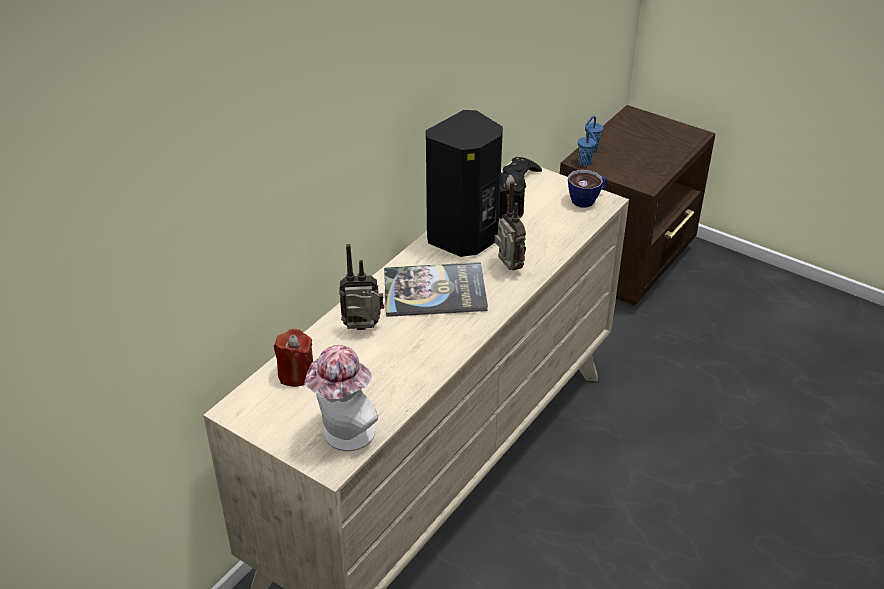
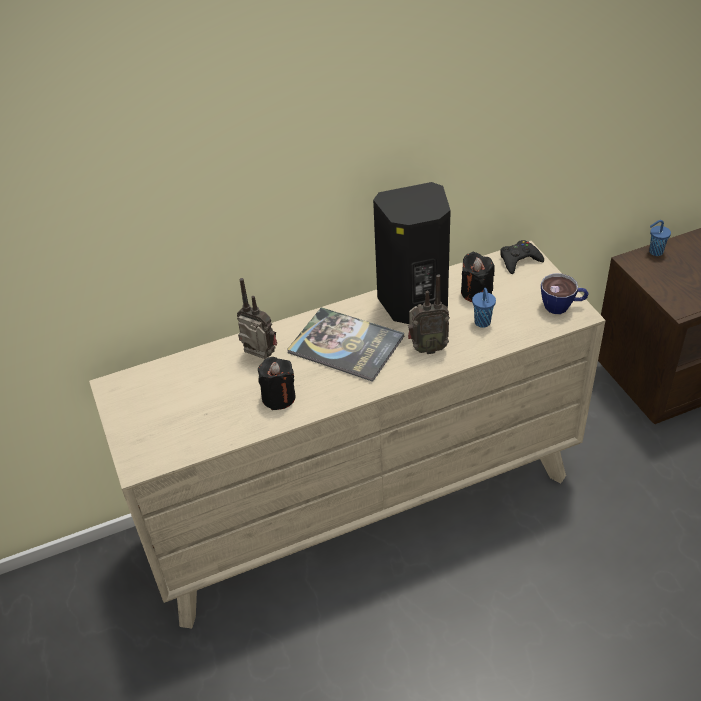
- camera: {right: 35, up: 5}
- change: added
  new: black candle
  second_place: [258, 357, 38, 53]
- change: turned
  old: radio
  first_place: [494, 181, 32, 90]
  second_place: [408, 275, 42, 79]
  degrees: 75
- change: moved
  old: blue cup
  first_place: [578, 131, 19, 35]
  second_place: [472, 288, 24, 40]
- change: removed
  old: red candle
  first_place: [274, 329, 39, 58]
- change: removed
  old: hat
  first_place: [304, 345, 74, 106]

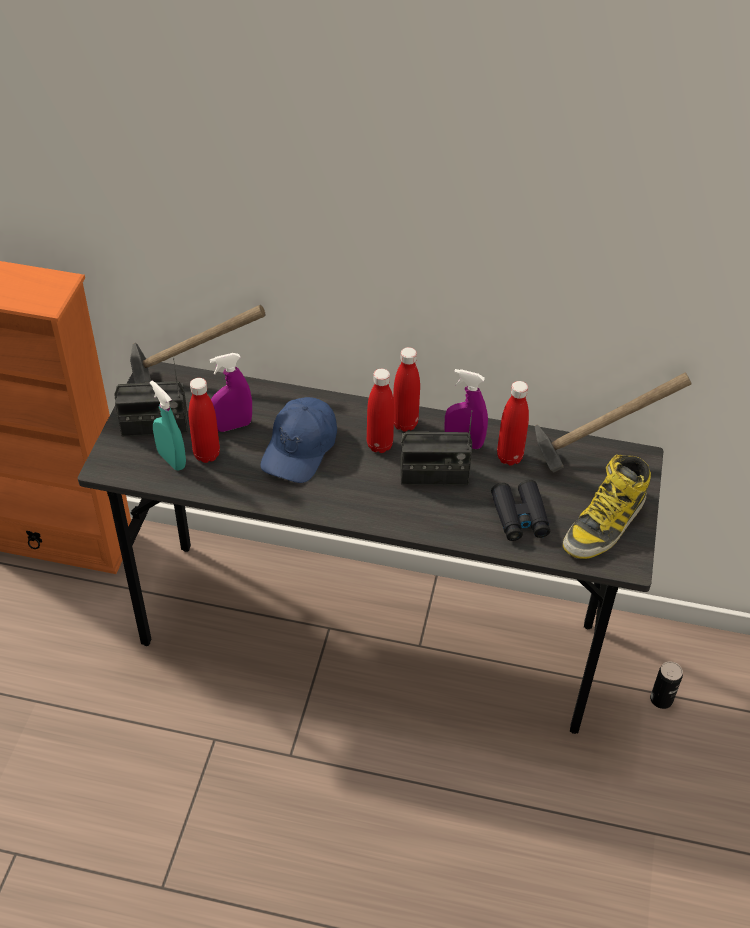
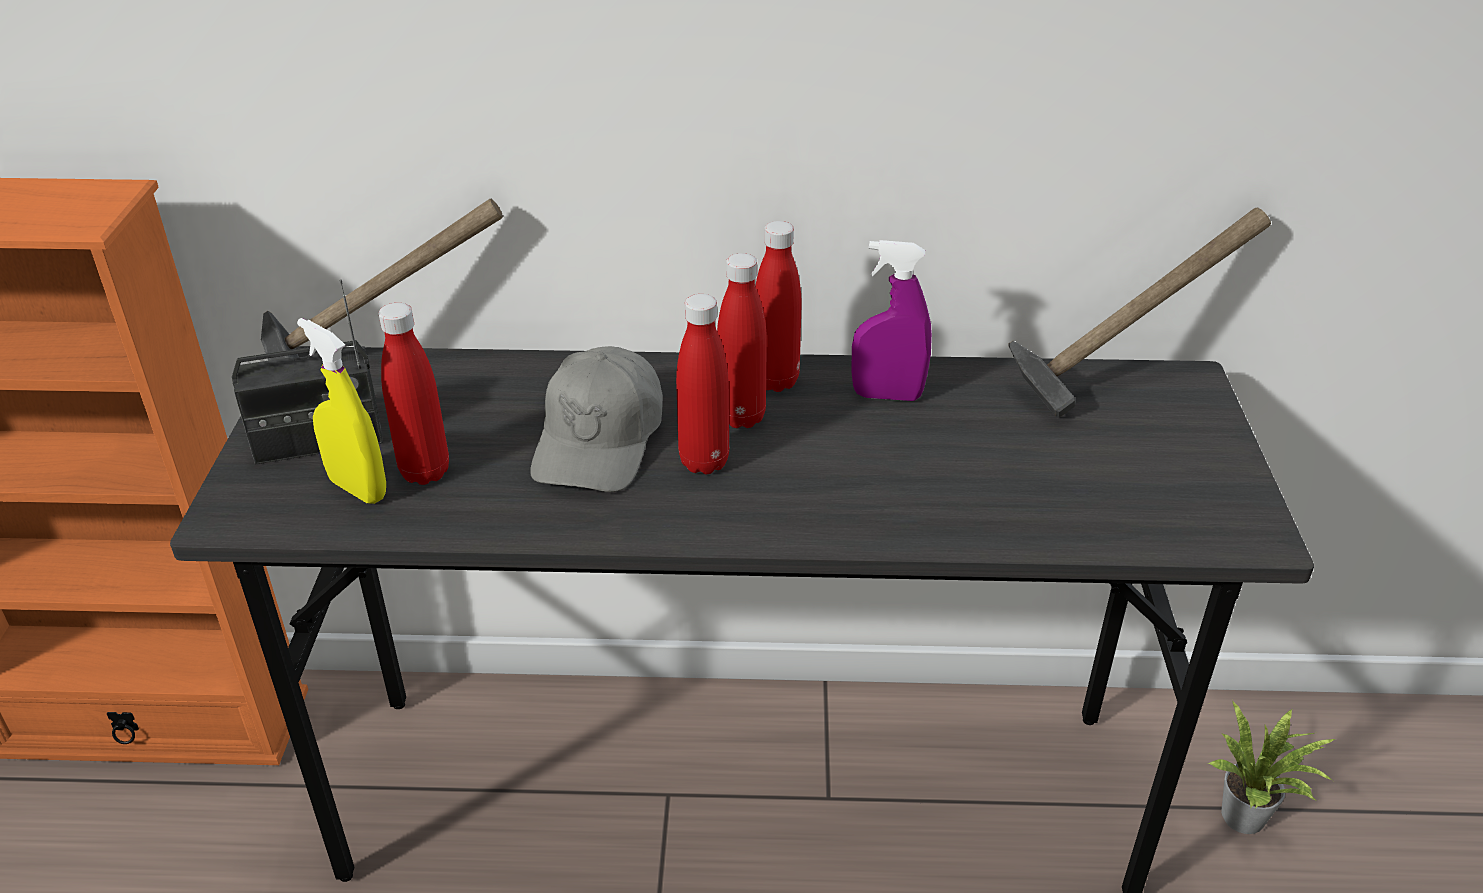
- camera: {right: -10, up: -10}
- change: recoloured
  old: turquoise spray bottle
  new: yellow spray bottle
  first_place: [150, 381, 36, 89]
  second_place: [297, 318, 89, 186]
- change: recoloured
  old: blue cap
  new: grey cap
  first_place: [260, 397, 77, 86]
  second_place: [530, 346, 133, 146]
- change: moved
  old: red bottle
  first_place: [497, 381, 32, 85]
  second_place: [676, 294, 53, 180]
- change: replaced
  old: can
  new: potted plant
  first_place: [650, 661, 33, 48]
  second_place: [1207, 699, 129, 135]
- change: removed
  old: purple spray bottle
  first_place: [210, 353, 42, 79]
- change: removed
  old: radio
  first_place: [400, 410, 73, 75]
- change: removed
  old: black binoculars
  first_place: [491, 480, 59, 61]
- change: removed
  old: boot
  first_place: [563, 455, 88, 104]

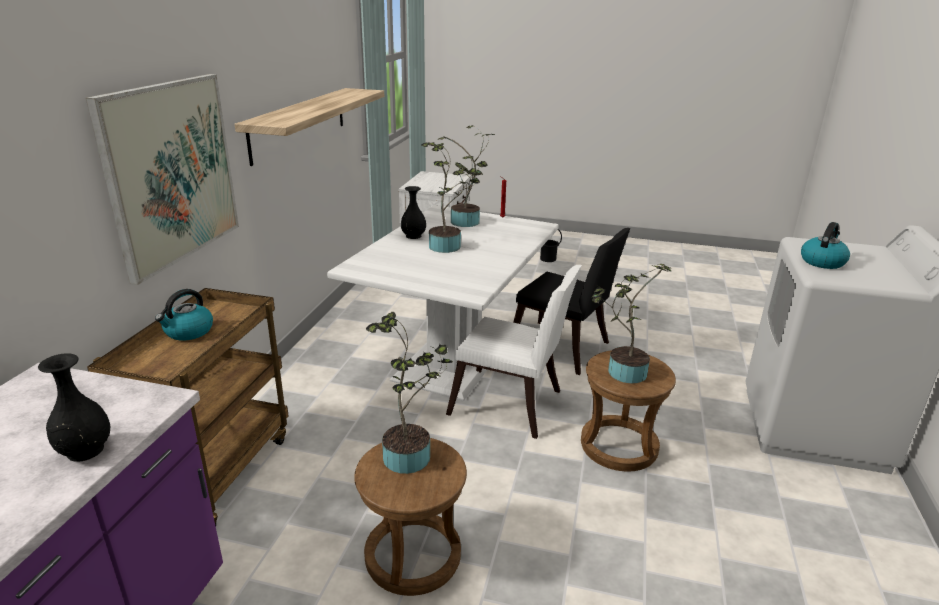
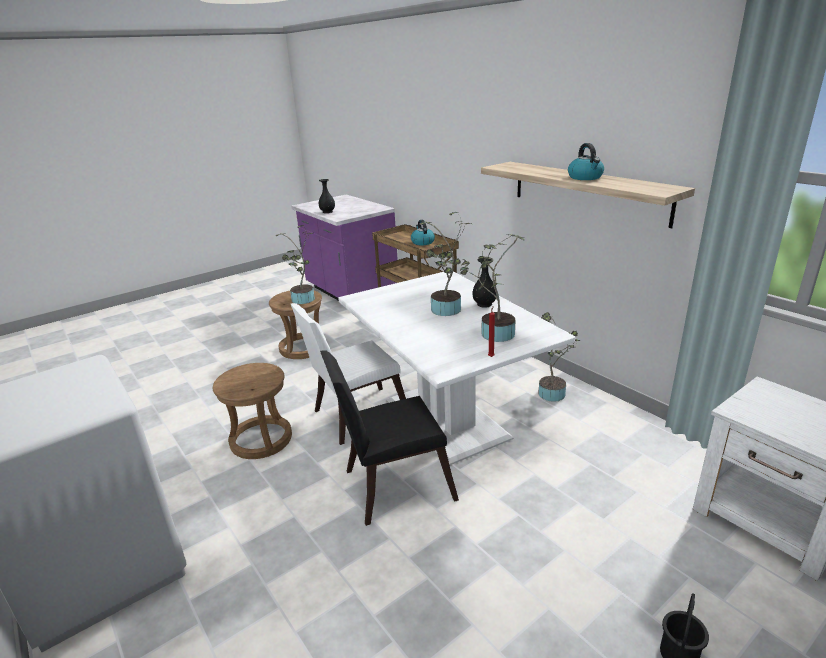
- camera: {right: 130, up: 0}
- change: moved
  old: potted plant
  first_place: [592, 264, 80, 119]
  second_place: [539, 312, 41, 90]
- change: moved
  old: kettle
  first_place: [801, 222, 49, 47]
  second_place: [568, 143, 36, 37]
- change: removed
  old: picture
  first_place: [86, 74, 153, 211]

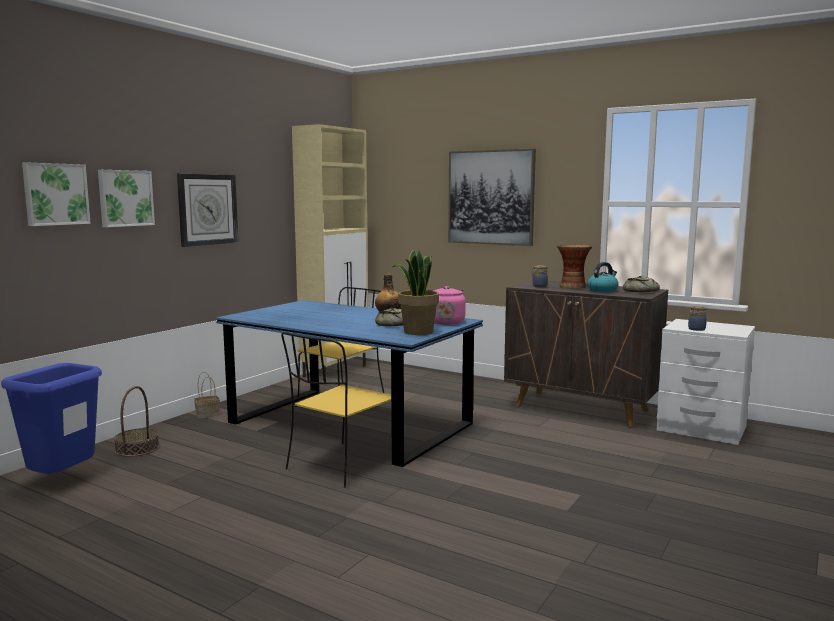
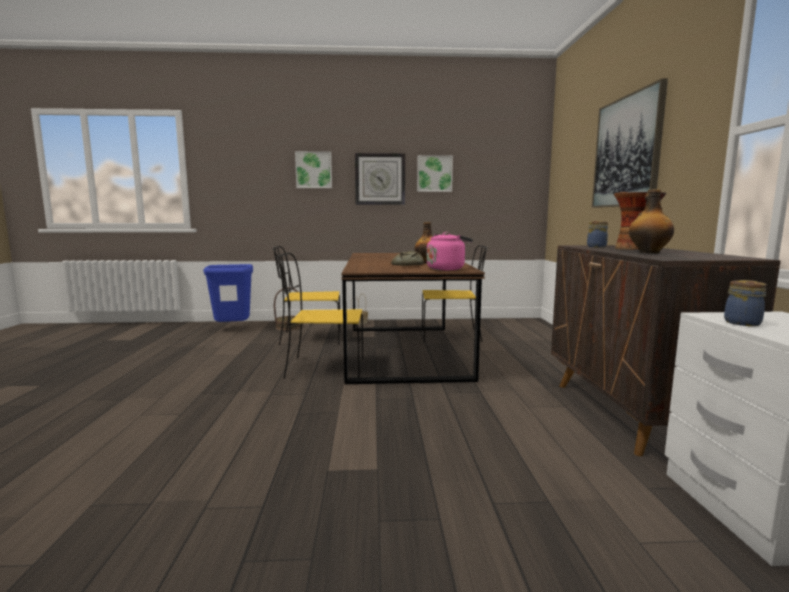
- camera: {right: 55, up: 0}
- change: added
  new: yellow chair
  second_place: [273, 246, 68, 99]
- change: recoloured
  old: blue dining table
  new: brown dining table
  first_place: [216, 300, 267, 167]
  second_place: [341, 253, 144, 131]
- change: moved
  old: picture
  first_place: [22, 162, 69, 64]
  second_place: [417, 155, 36, 37]
- change: replaced
  old: kettle
  new: bottle
  first_place: [587, 262, 32, 31]
  second_place: [629, 189, 45, 65]
- change: removed
  old: beige cabinet
  first_place: [292, 124, 77, 257]
- change: removed
  old: potted plant
  first_place: [393, 250, 46, 85]
- change: removed
  old: bread
  first_place: [623, 276, 37, 16]

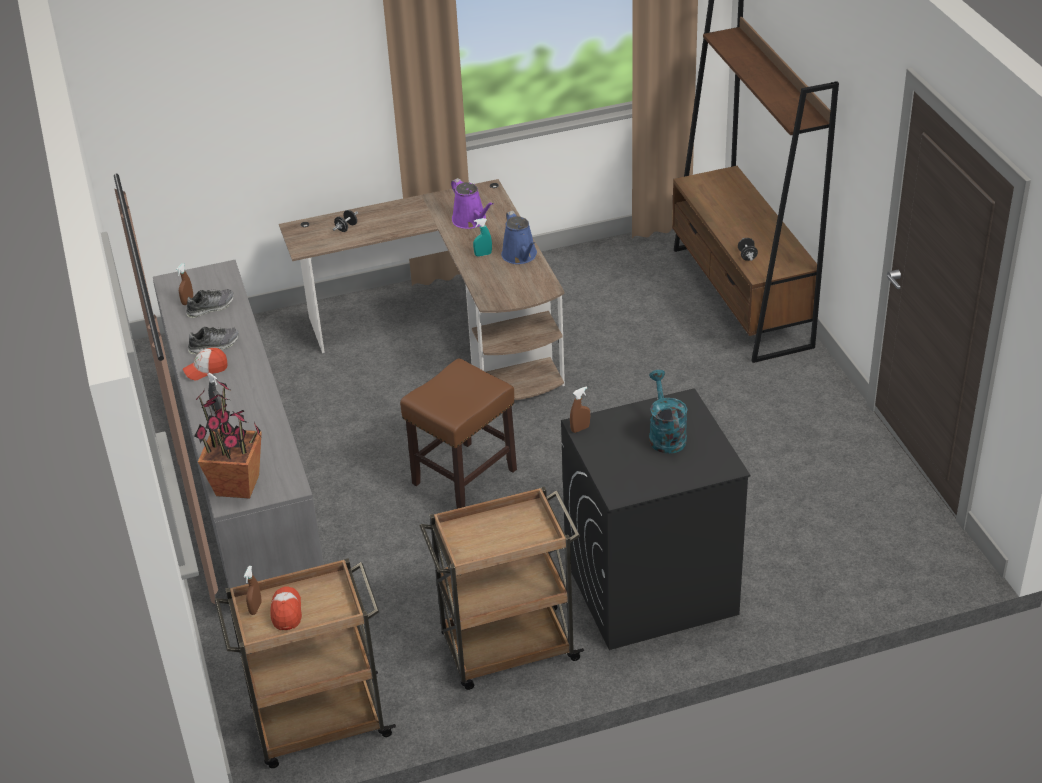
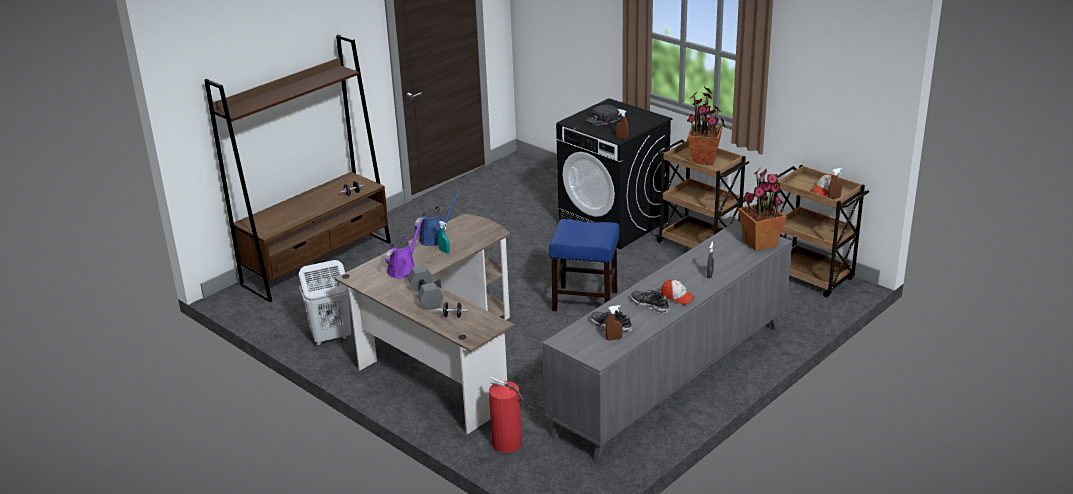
- camera: {right: -120, up: -10}
- change: added
  new: white laundry basket
  second_place: [299, 260, 52, 86]
- change: added
  new: grey dumbbell
  second_place: [408, 265, 36, 45]
- change: added
  new: fire extinguisher
  second_place: [489, 376, 46, 77]
- change: recoloured
  old: brown stool
  new: blue stool
  first_place: [400, 358, 117, 151]
  second_place: [549, 219, 70, 92]
- change: replaced
  old: turquoise watering can
  new: black cap
  first_place: [649, 370, 39, 84]
  second_place: [585, 105, 35, 21]
- change: added
  new: potted plant
  second_place: [687, 87, 38, 78]

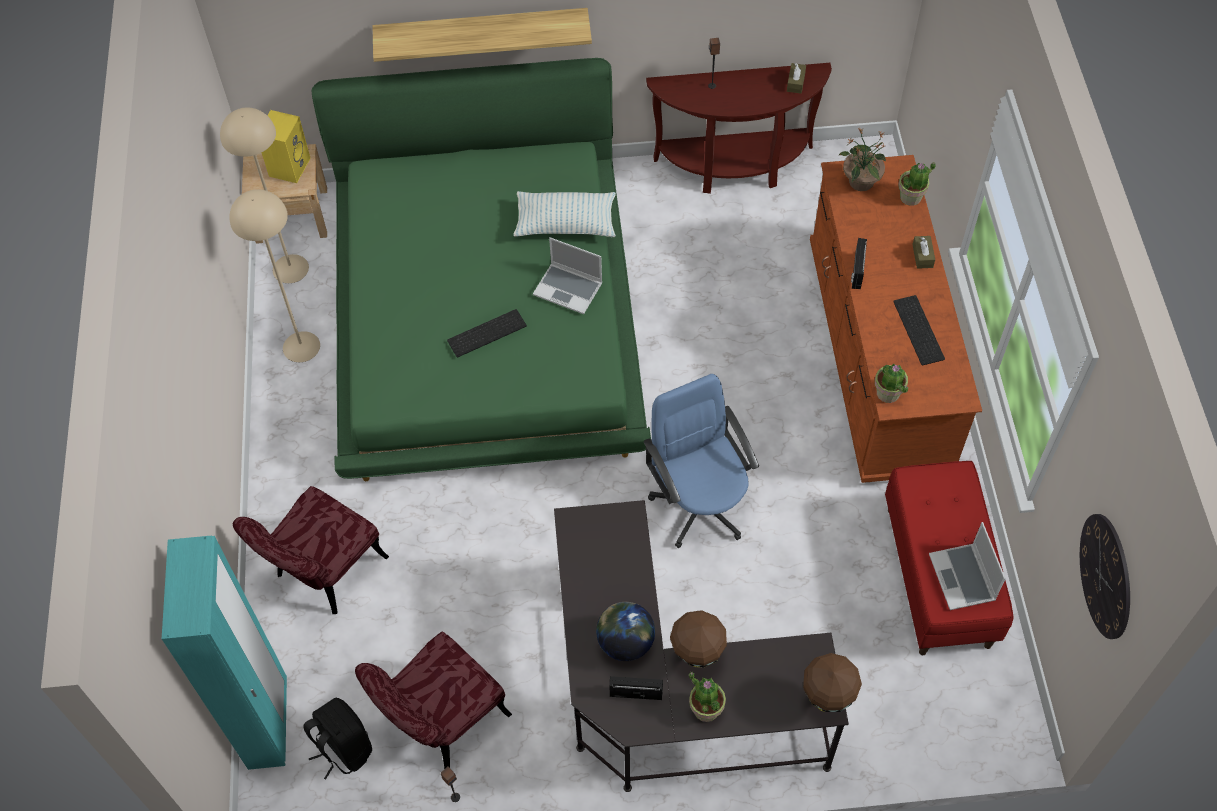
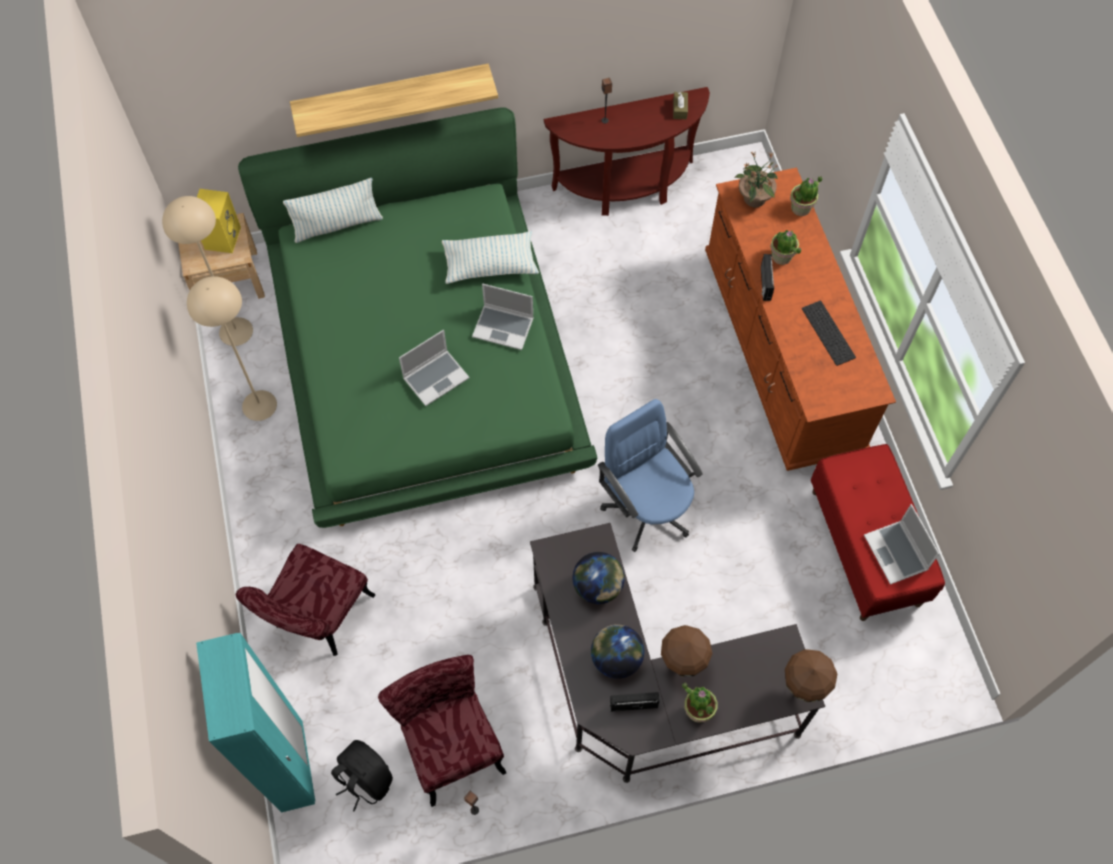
- camera: {right: -10, up: 5}
- change: added
  new: pillow
  second_place: [283, 178, 100, 65]
- change: turned
  old: red chair
  first_place: [355, 632, 157, 137]
  second_place: [378, 655, 128, 152]
  degrees: 120
- change: replaced
  old: keyboard
  new: laptop
  first_place: [447, 309, 80, 48]
  second_place: [399, 330, 70, 76]
- change: added
  new: globe
  second_place: [573, 552, 52, 52]
- change: moved
  old: potted plant
  first_place: [875, 363, 33, 40]
  second_place: [770, 230, 31, 35]
- change: removed
  old: brown tissue box
  first_place: [912, 236, 23, 33]
- change: removed
  old: wall clock
  first_place: [1080, 514, 50, 125]

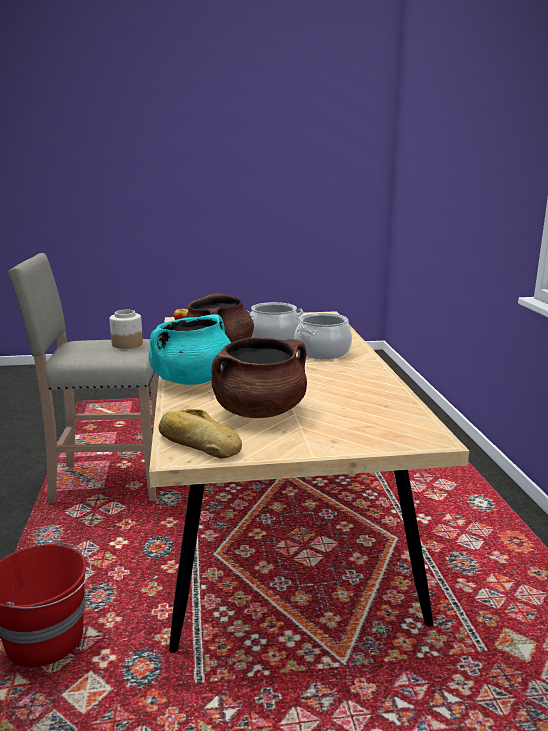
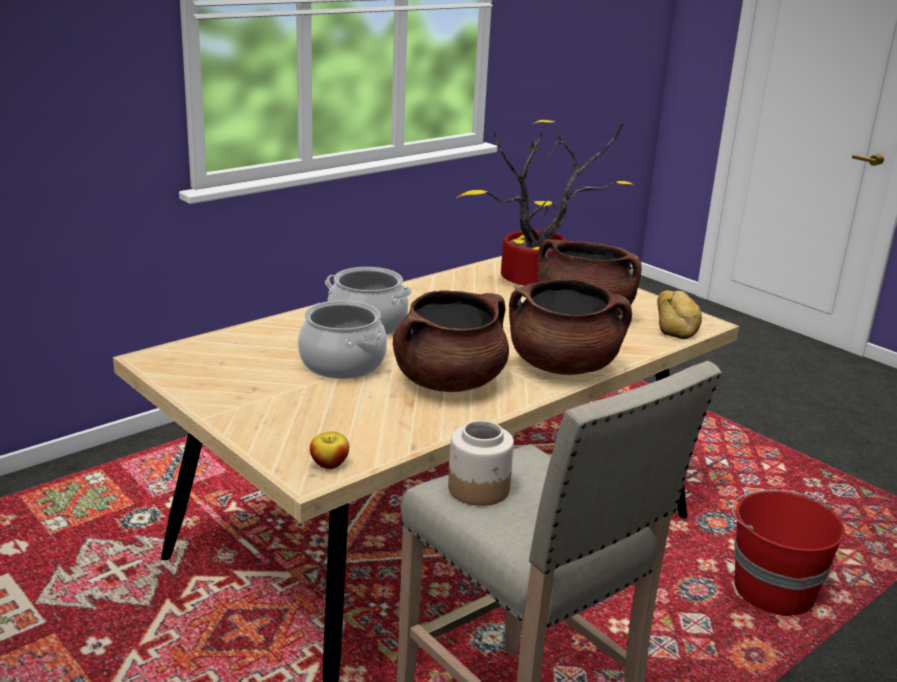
- camera: {right: -125, up: 5}
- change: added
  new: potted plant
  second_place: [457, 119, 177, 167]
- change: recoloured
  old: turquoise cooking pot
  new: brown cooking pot
  first_place: [149, 314, 82, 71]
  second_place: [509, 279, 123, 96]

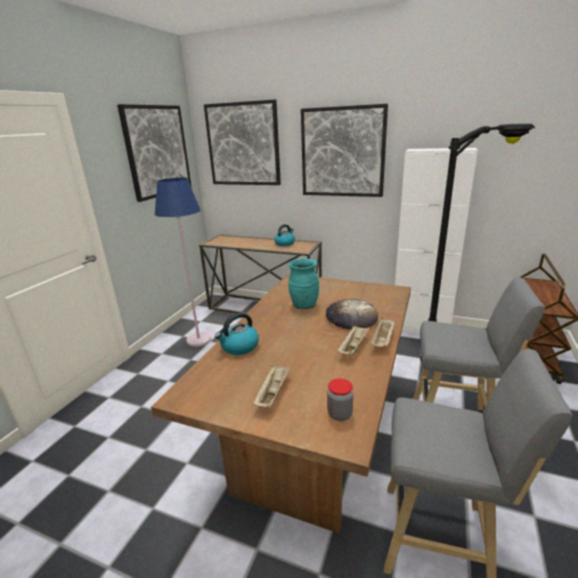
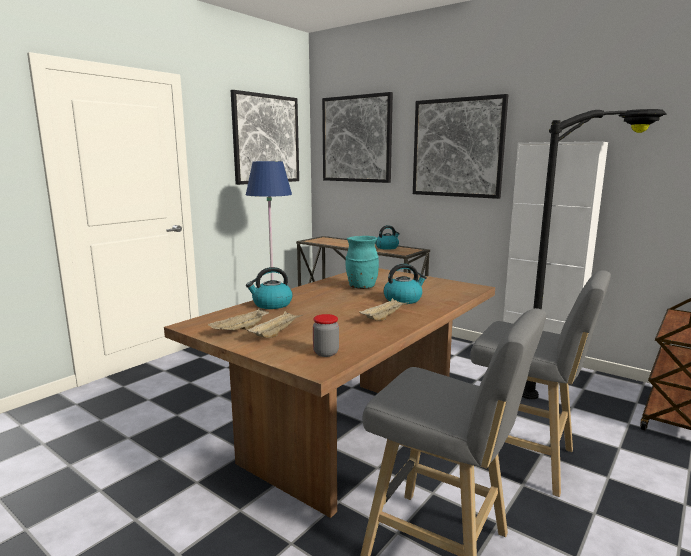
- camera: {right: 15, up: -10}
- change: moved
  old: beige tray
  first_place: [370, 317, 25, 30]
  second_place: [208, 308, 61, 22]
- change: replaced
  old: bread
  new: kettle
  first_place: [326, 298, 52, 32]
  second_place: [384, 264, 43, 40]

